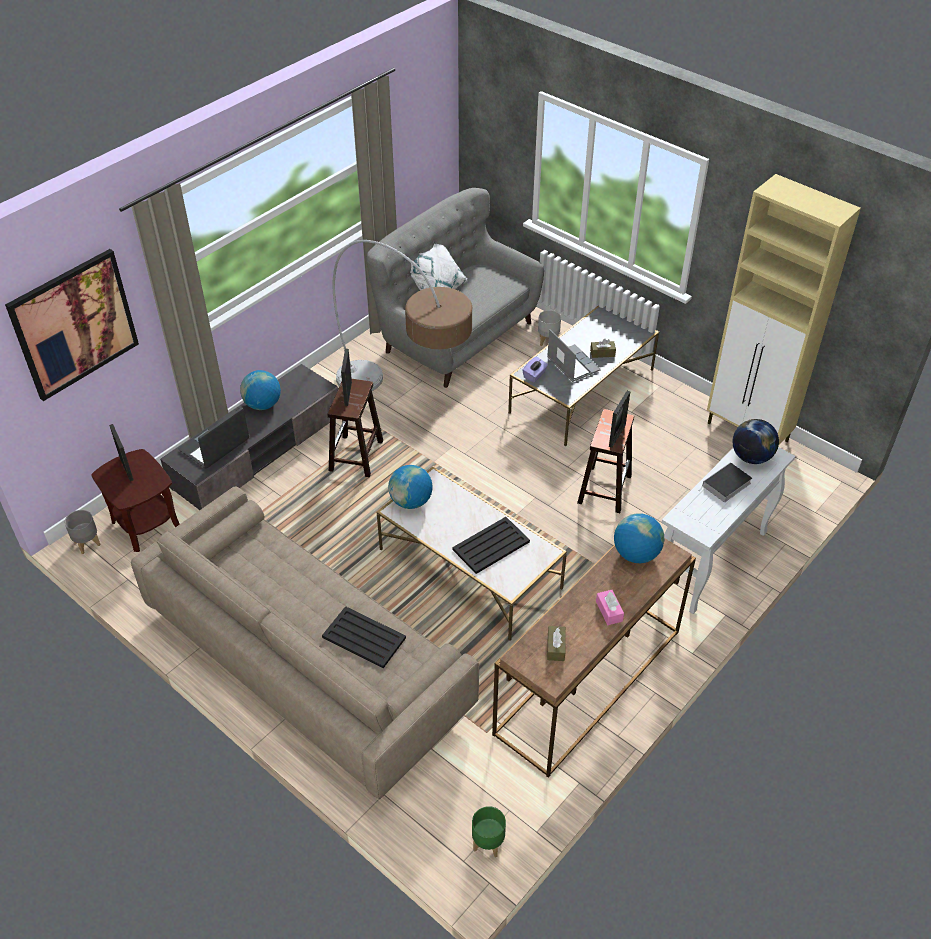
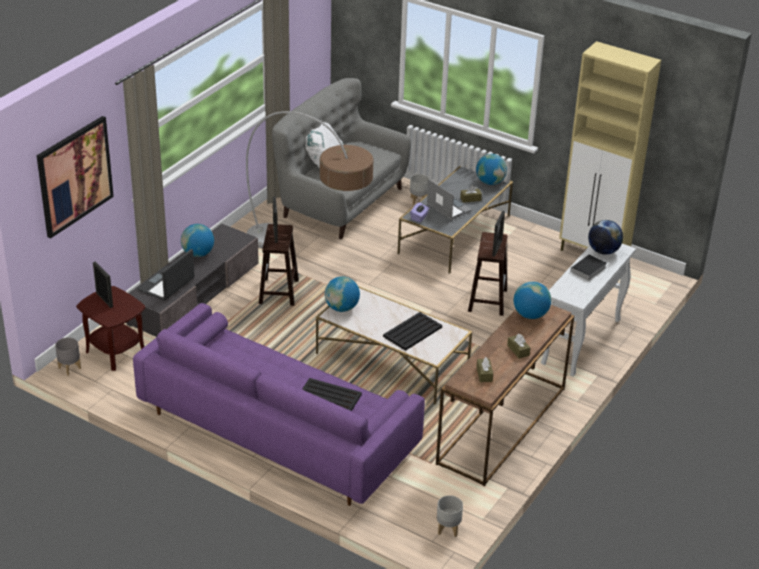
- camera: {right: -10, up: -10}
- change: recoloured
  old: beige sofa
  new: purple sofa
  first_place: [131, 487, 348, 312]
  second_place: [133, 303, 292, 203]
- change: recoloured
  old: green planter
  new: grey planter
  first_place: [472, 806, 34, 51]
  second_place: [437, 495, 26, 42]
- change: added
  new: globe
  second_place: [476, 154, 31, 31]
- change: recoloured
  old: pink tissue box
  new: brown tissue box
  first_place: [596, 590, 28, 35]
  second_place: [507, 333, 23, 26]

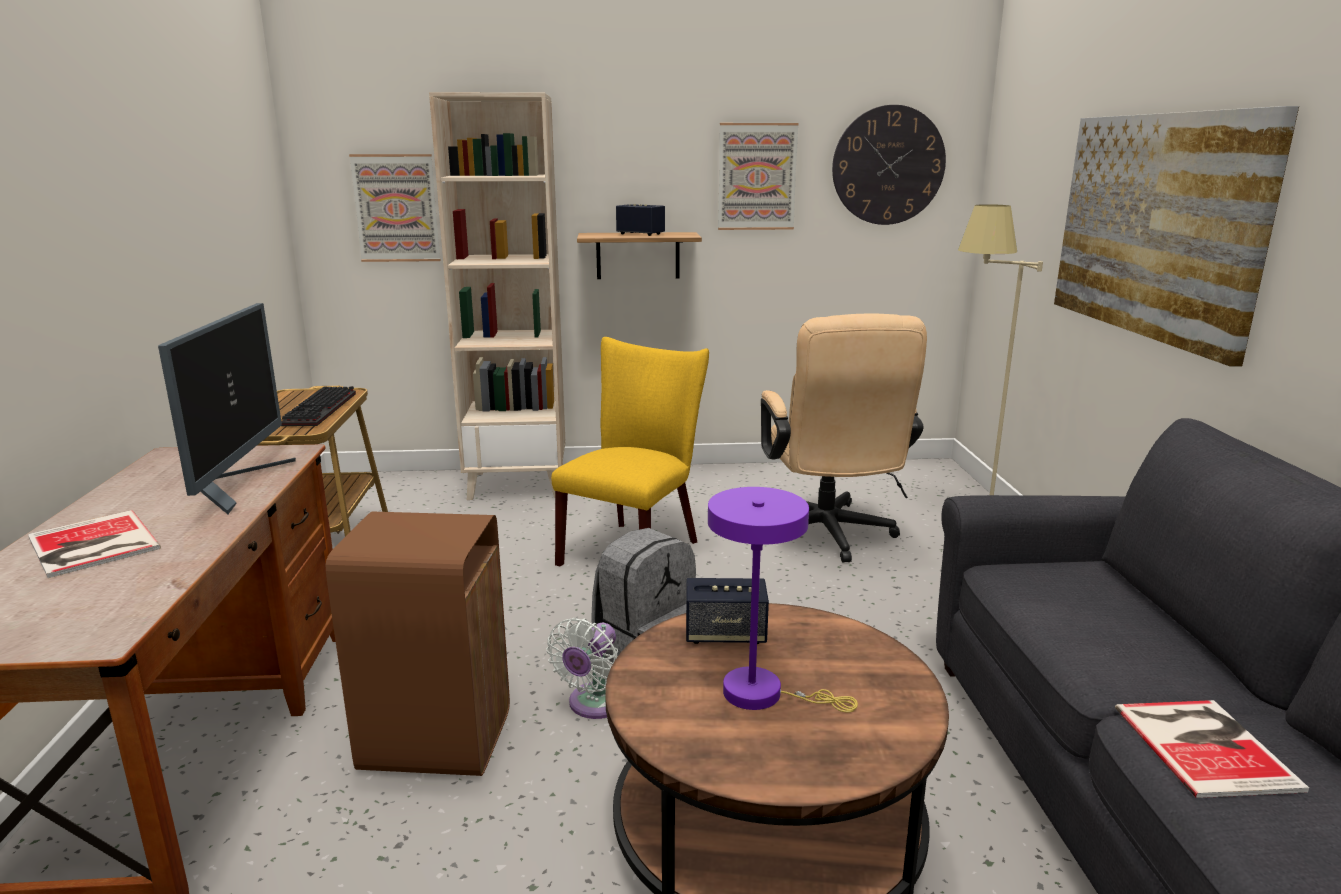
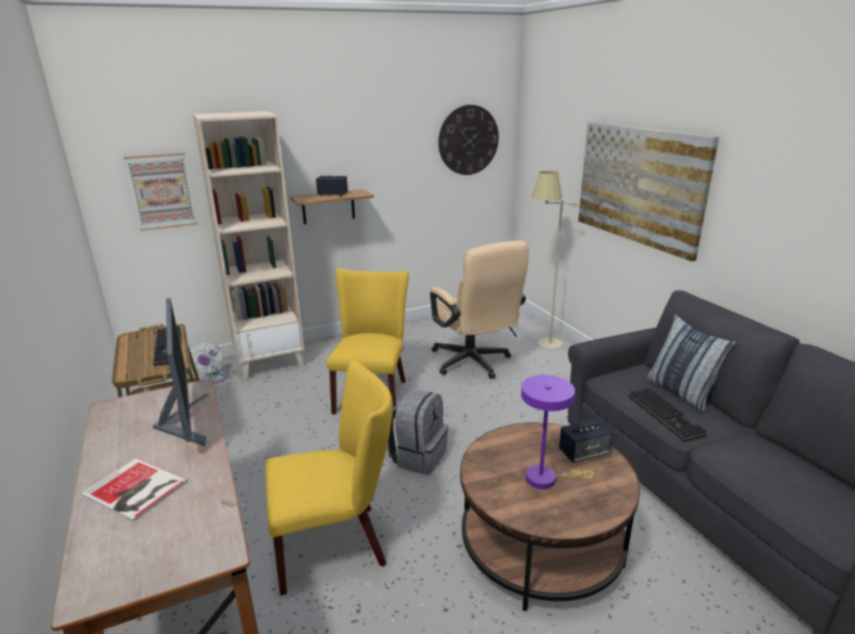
- camera: {right: -20, up: 5}
- change: moved
  old: white fan
  first_place: [547, 618, 71, 101]
  second_place: [190, 343, 38, 40]
- change: replaced
  old: brown trash can
  new: yellow chair
  first_place: [326, 511, 184, 265]
  second_place: [265, 359, 128, 237]
- change: moved
  old: speaker
  first_place: [686, 578, 83, 66]
  second_place: [559, 419, 54, 44]
- change: added
  new: keyboard
  second_place: [628, 388, 79, 54]
- change: added
  new: pillow
  second_place: [647, 314, 89, 99]
- change: removed
  old: picture
  first_place: [718, 123, 81, 107]
- change: removed
  old: book
  first_place: [1115, 700, 194, 98]

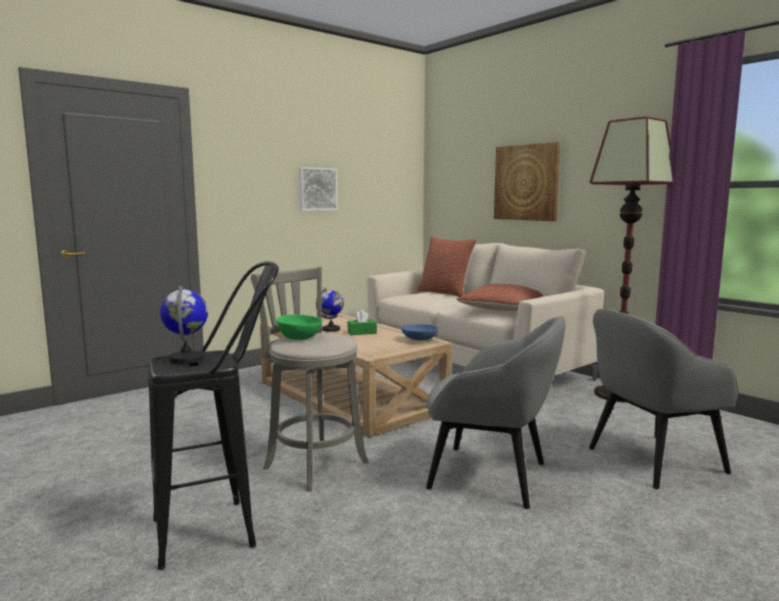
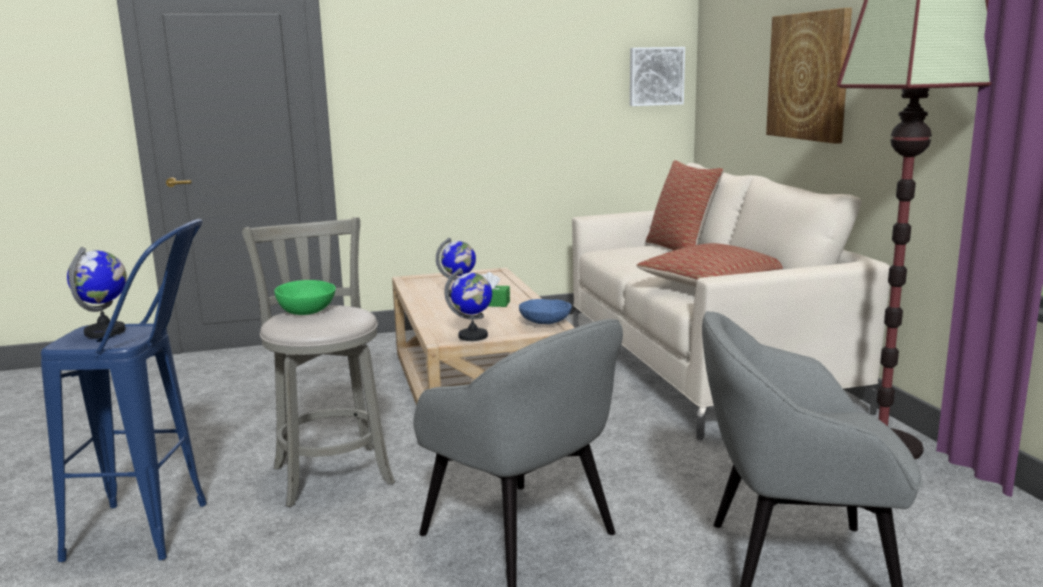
- camera: {right: 25, up: 5}
- change: recoloured
  old: black stool
  new: blue stool
  first_place: [149, 261, 130, 309]
  second_place: [41, 219, 166, 343]
- change: added
  new: globe
  second_place: [445, 268, 47, 73]
- change: moved
  old: picture
  first_place: [299, 167, 38, 44]
  second_place: [630, 47, 55, 59]

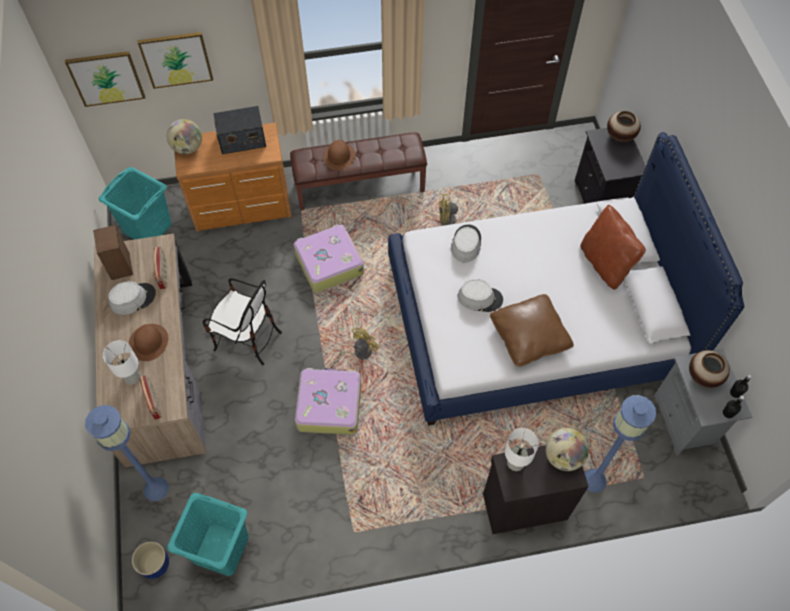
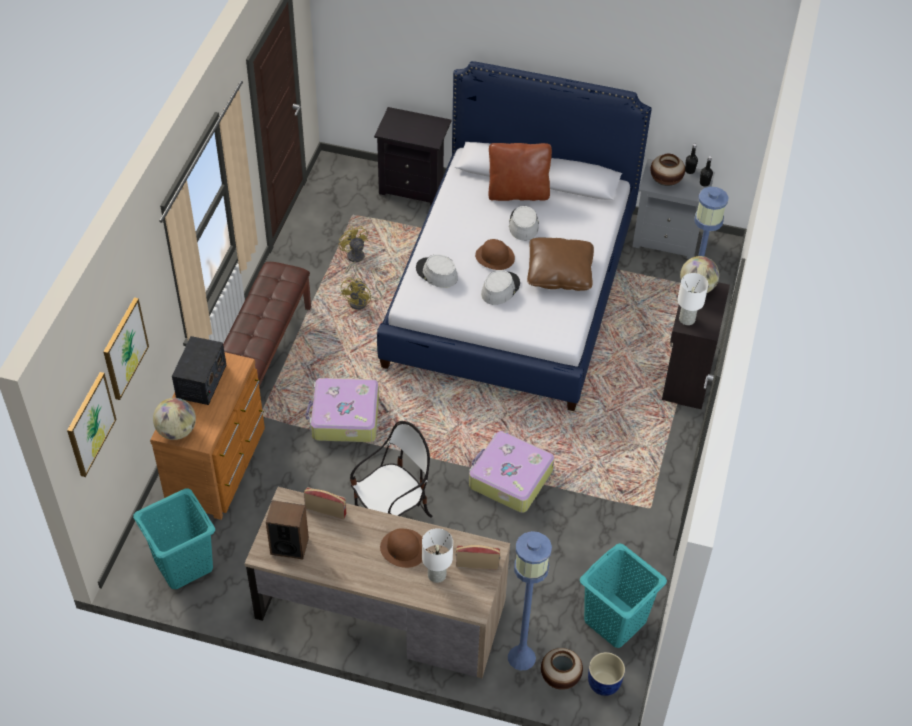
- camera: {right: -65, up: -10}
- change: moved
  old: yellow fan
  first_place: [333, 328, 47, 35]
  second_place: [339, 226, 29, 53]
- change: moved
  old: brown hat
  first_place: [323, 140, 33, 31]
  second_place: [475, 239, 40, 31]
- change: moved
  old: grey hat
  first_place: [108, 281, 48, 34]
  second_place: [509, 206, 30, 35]
- change: moved
  old: vase
  first_place: [607, 111, 34, 31]
  second_place: [541, 648, 42, 42]

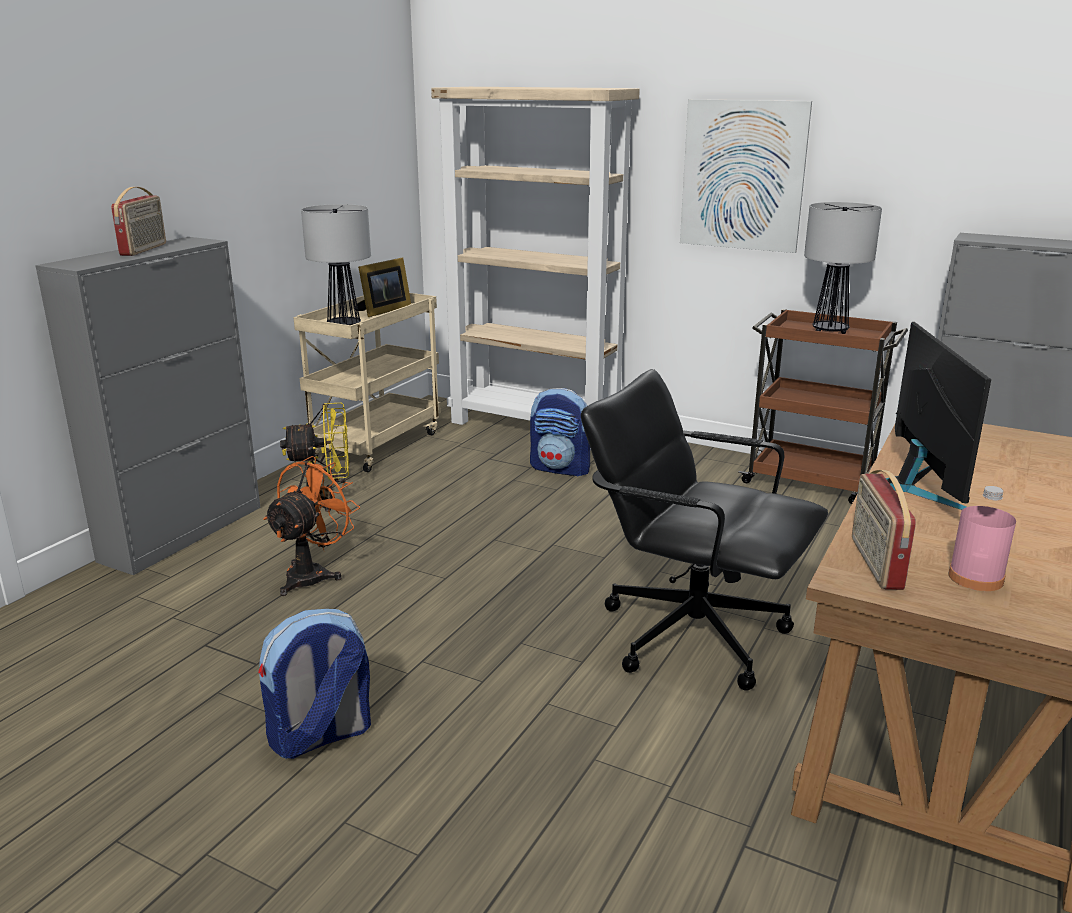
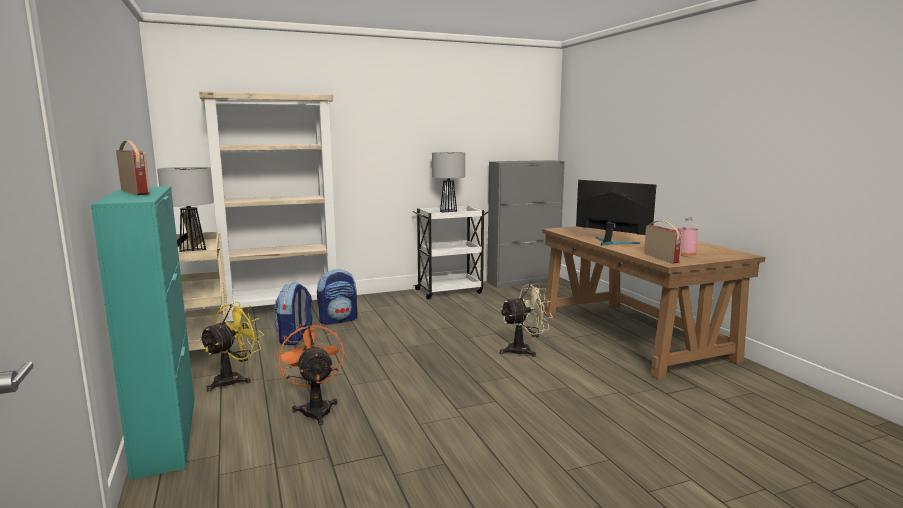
- camera: {right: -50, up: -10}
- change: recoloured
  old: grey cabinet
  new: turquoise cabinet
  first_place: [35, 237, 226, 338]
  second_place: [91, 186, 103, 294]
- change: moved
  old: backpack
  first_place: [258, 609, 113, 150]
  second_place: [274, 282, 38, 63]
- change: recoloured
  old: brown cart
  new: white cart
  first_place: [738, 309, 170, 195]
  second_place: [413, 206, 75, 94]
- change: replaced
  old: black office chair
  new: beige fan
  first_place: [581, 369, 247, 322]
  second_place: [500, 284, 52, 73]
- change: turned
  old: radio
  first_place: [852, 470, 64, 120]
  second_place: [644, 221, 38, 42]
  degrees: -150
- change: removed
  old: picture
  first_place: [680, 99, 132, 154]

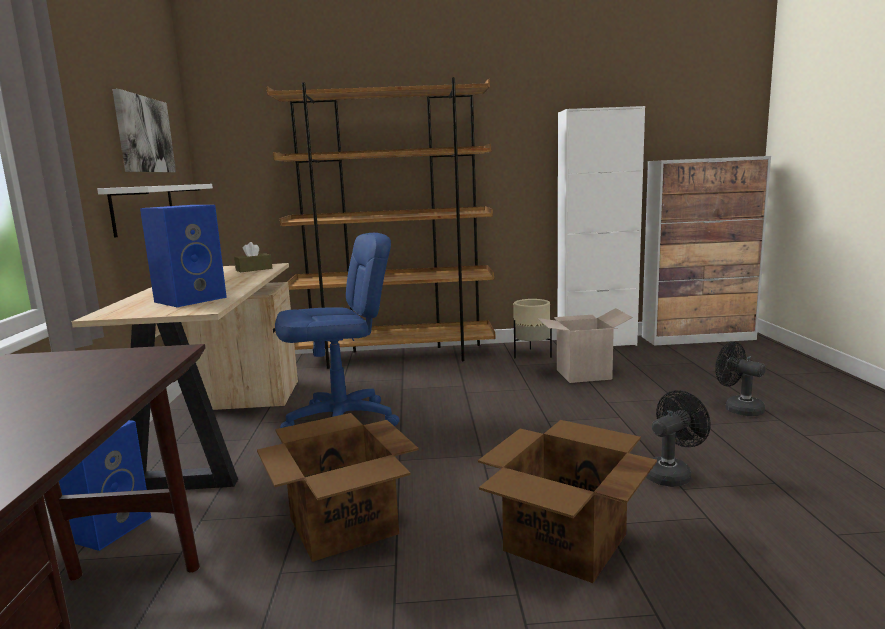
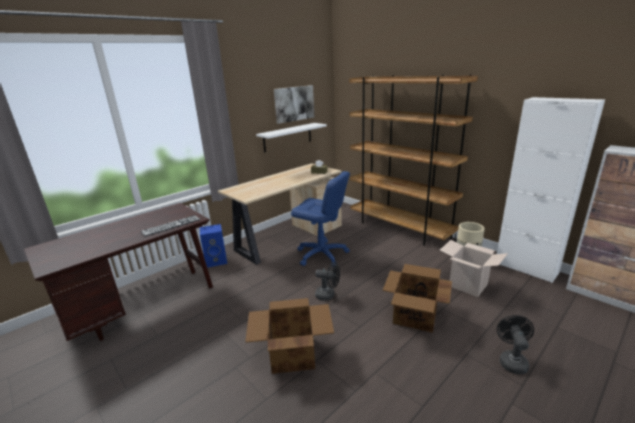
- camera: {right: 50, up: 10}
- change: added
  new: keyboard
  second_place: [141, 215, 59, 21]
- change: moved
  old: black fan
  first_place: [646, 390, 65, 97]
  second_place: [315, 262, 25, 39]
- change: moved
  old: cardboard box
  first_place: [257, 413, 162, 149]
  second_place: [383, 264, 69, 69]
- change: removed
  old: blue speaker
  first_place: [140, 205, 87, 102]

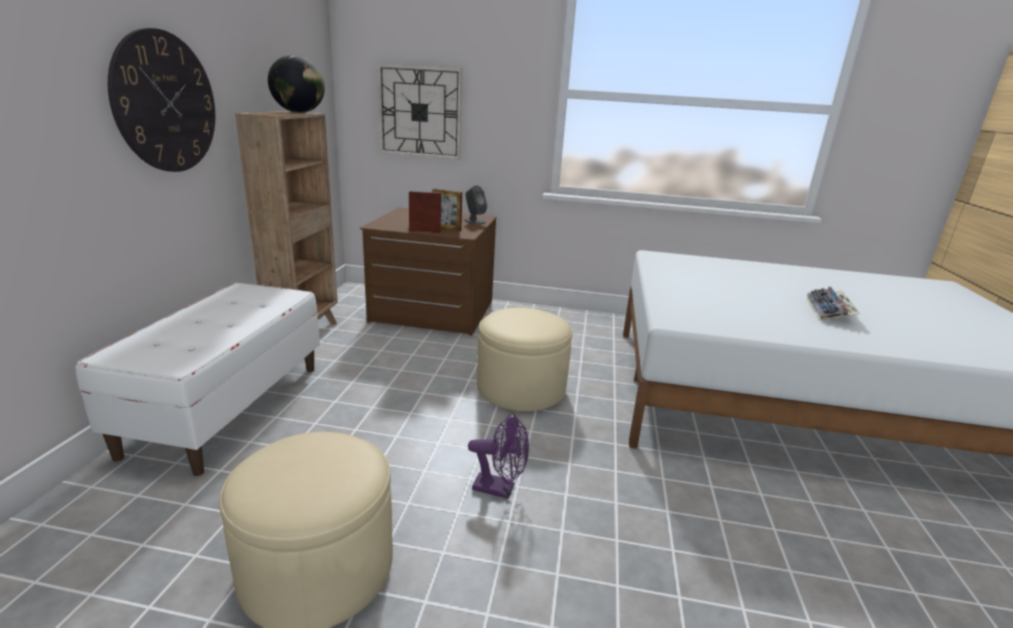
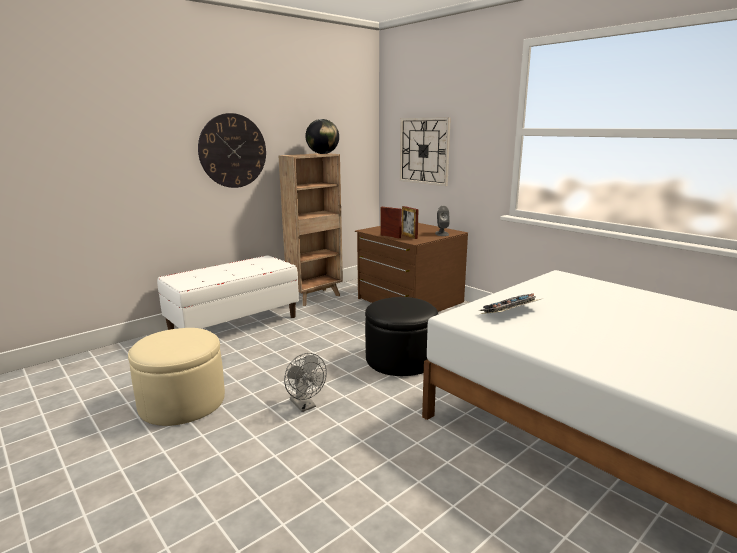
- camera: {right: 40, up: -5}
- change: recoloured
  old: purple fan
  new: grey fan
  first_place: [468, 414, 61, 85]
  second_place: [284, 353, 43, 59]
- change: recoloured
  old: beige ottoman
  new: black ottoman
  first_place: [477, 308, 95, 104]
  second_place: [365, 297, 73, 79]
- change: moved
  old: keyboard
  first_place: [806, 287, 54, 34]
  second_place: [478, 293, 63, 21]

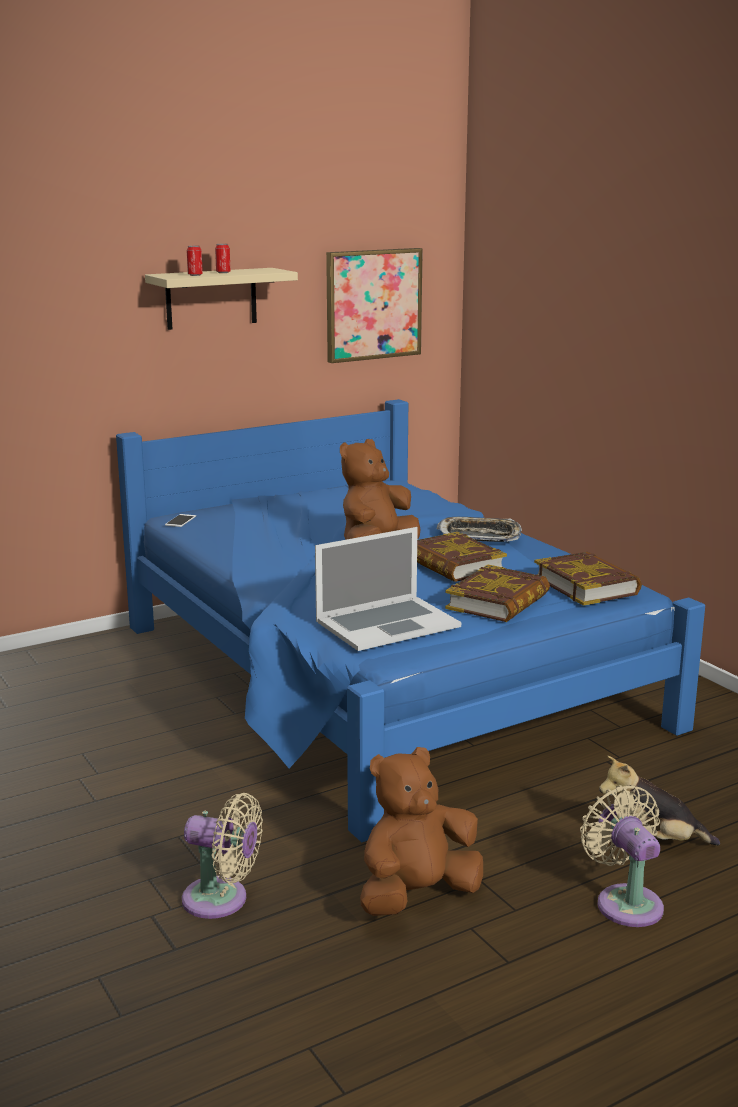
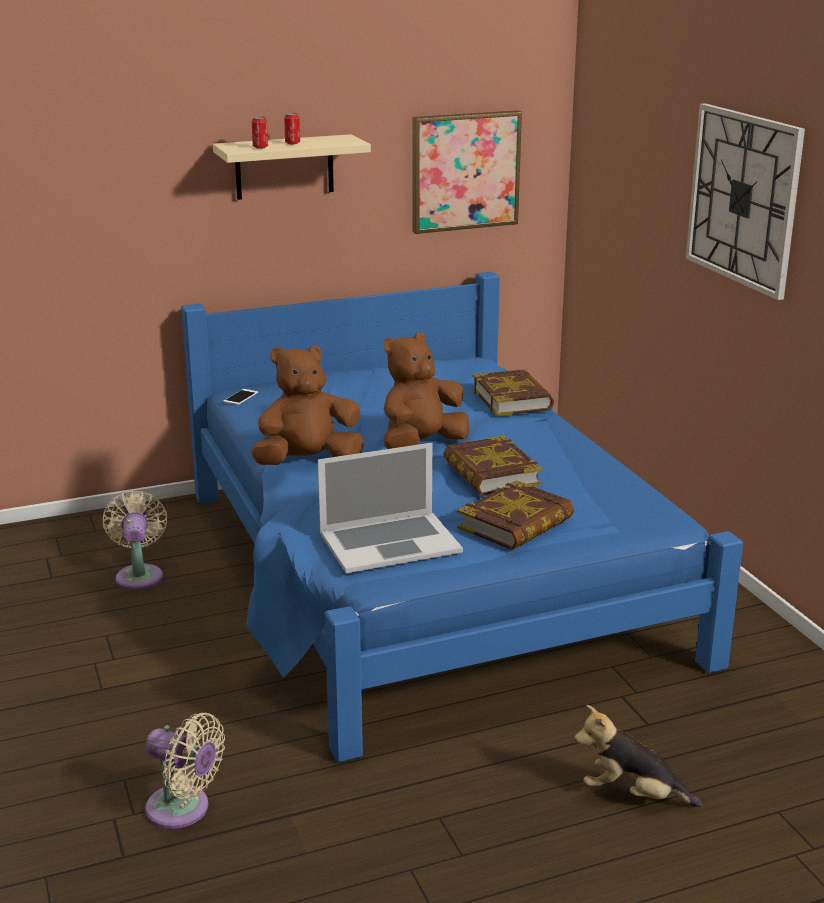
- camera: {right: 10, up: 5}
- change: moved
  old: beige fan
  first_place: [580, 785, 84, 142]
  second_place: [103, 491, 64, 99]
- change: moved
  old: brown plush toy
  first_place: [360, 747, 123, 169]
  second_place: [251, 345, 113, 120]
- change: moved
  old: book
  first_place: [534, 552, 108, 54]
  second_place: [473, 370, 81, 46]
- change: added
  new: wall clock
  second_place: [686, 103, 119, 197]
- change: removed
  old: tray
  first_place: [437, 517, 85, 25]

